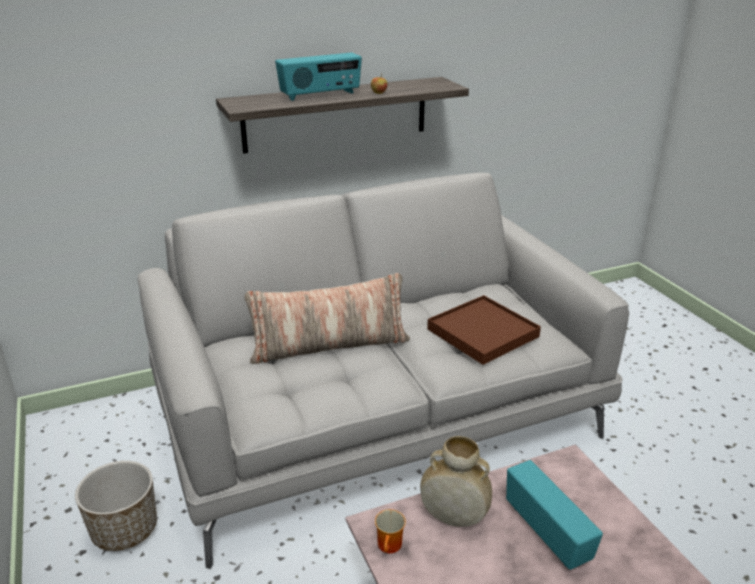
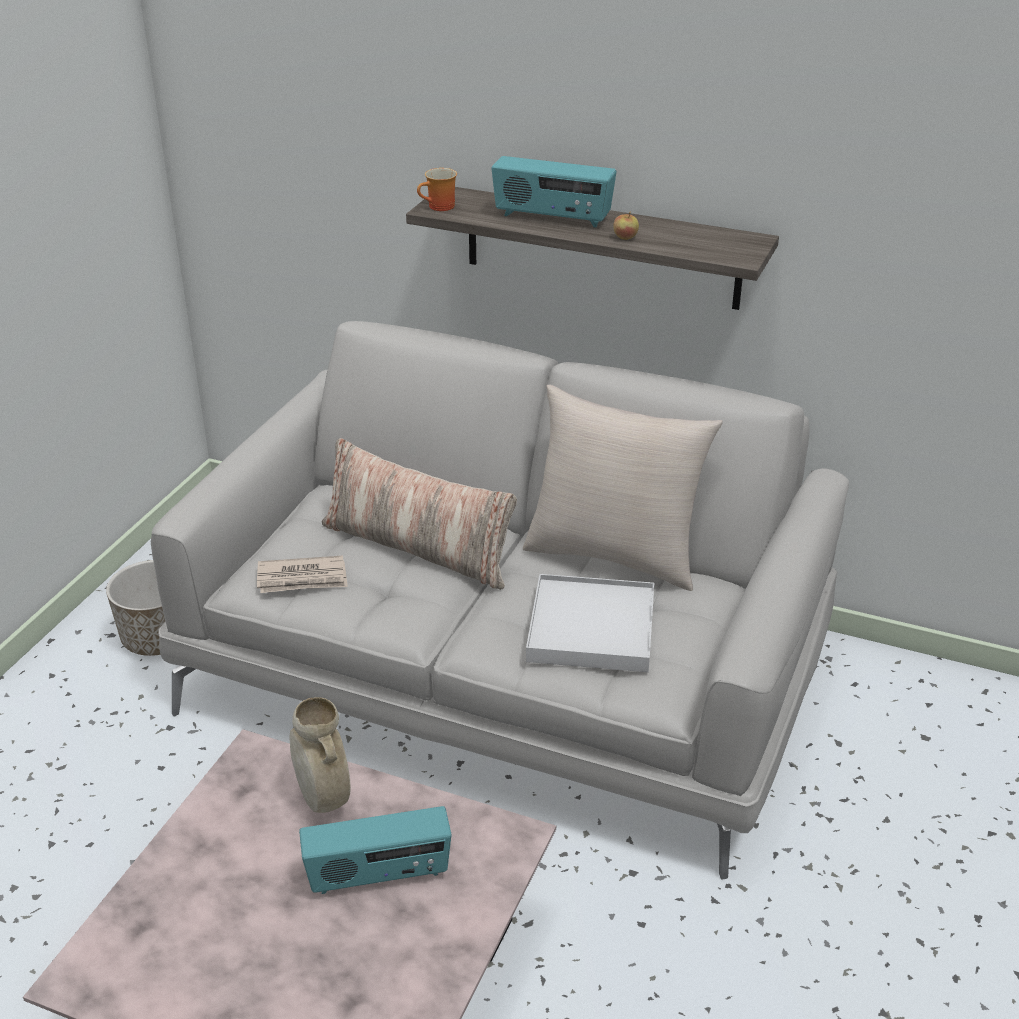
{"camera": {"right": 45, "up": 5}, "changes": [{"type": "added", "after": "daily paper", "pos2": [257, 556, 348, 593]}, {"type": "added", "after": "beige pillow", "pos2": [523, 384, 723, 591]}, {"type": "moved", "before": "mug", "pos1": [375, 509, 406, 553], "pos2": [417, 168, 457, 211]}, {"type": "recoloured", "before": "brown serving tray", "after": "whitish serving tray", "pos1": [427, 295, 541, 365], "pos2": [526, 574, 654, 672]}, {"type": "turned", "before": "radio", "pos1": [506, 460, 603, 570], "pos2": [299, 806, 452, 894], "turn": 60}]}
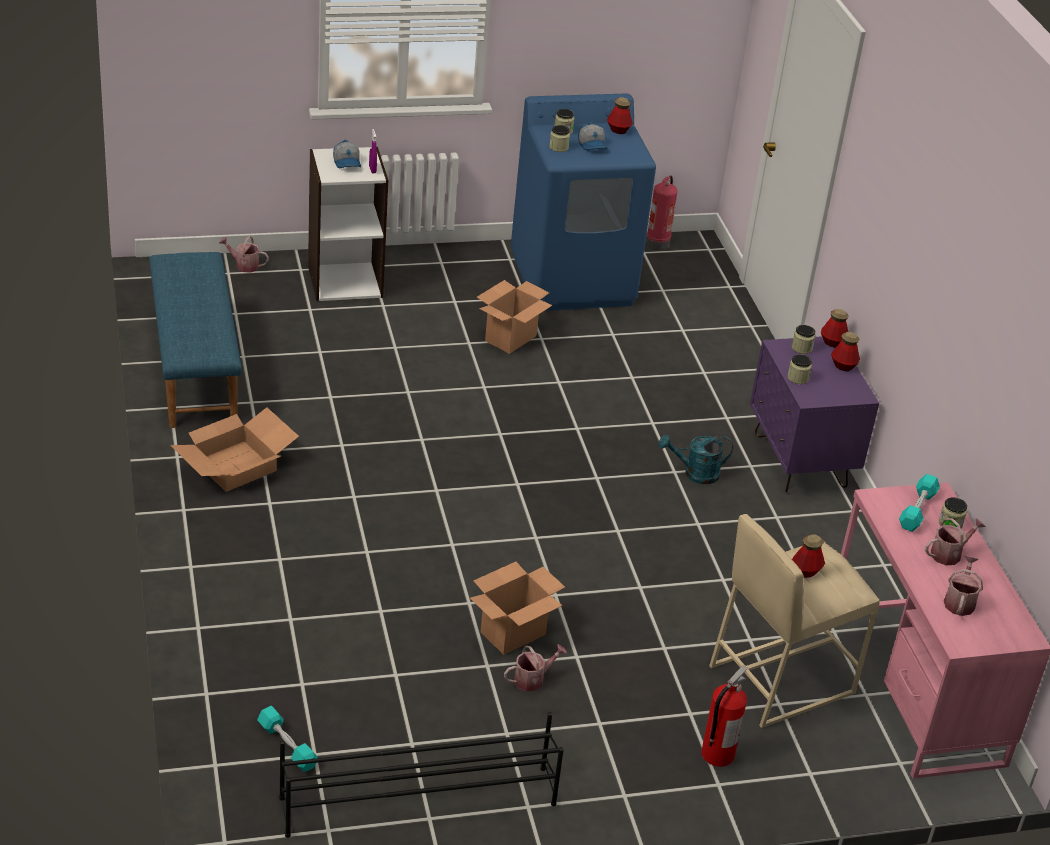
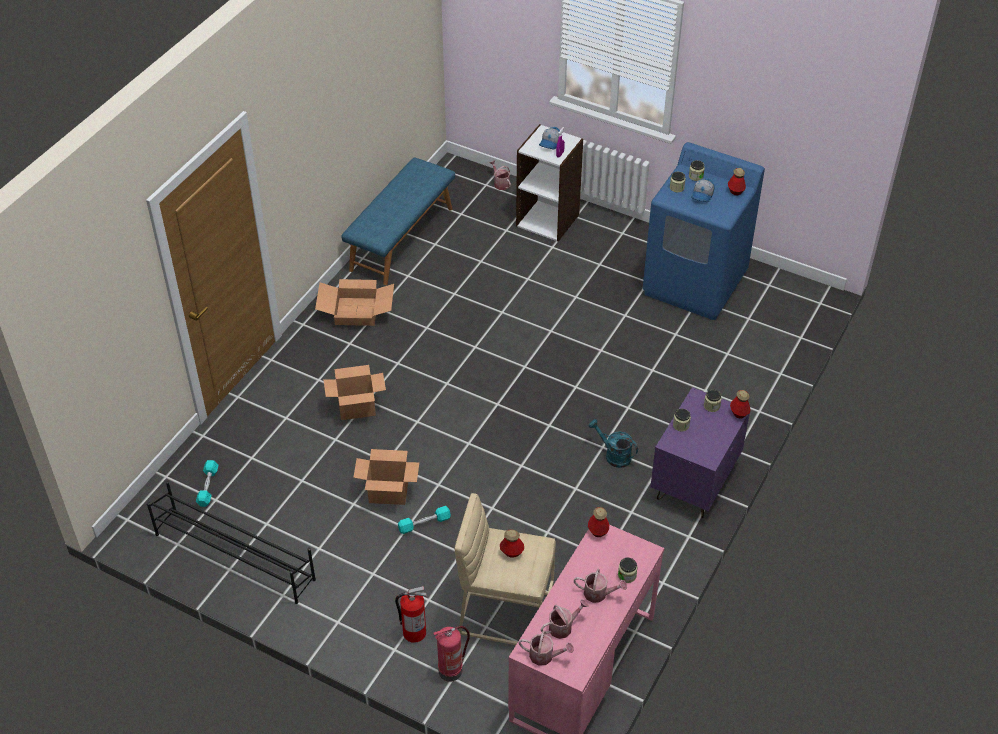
{"camera": {"right": 45, "up": 10}, "changes": [{"type": "moved", "before": "packing box", "pos1": [477, 280, 552, 354], "pos2": [323, 365, 386, 420]}, {"type": "moved", "before": "sprinkling can", "pos1": [504, 644, 567, 691], "pos2": [519, 630, 574, 666]}, {"type": "moved", "before": "extinguisher", "pos1": [646, 175, 678, 250], "pos2": [433, 626, 470, 682]}, {"type": "moved", "before": "drink bottle", "pos1": [831, 332, 860, 371], "pos2": [588, 507, 609, 537]}, {"type": "moved", "before": "blue-green dumbbell", "pos1": [899, 474, 940, 532], "pos2": [398, 506, 451, 534]}]}
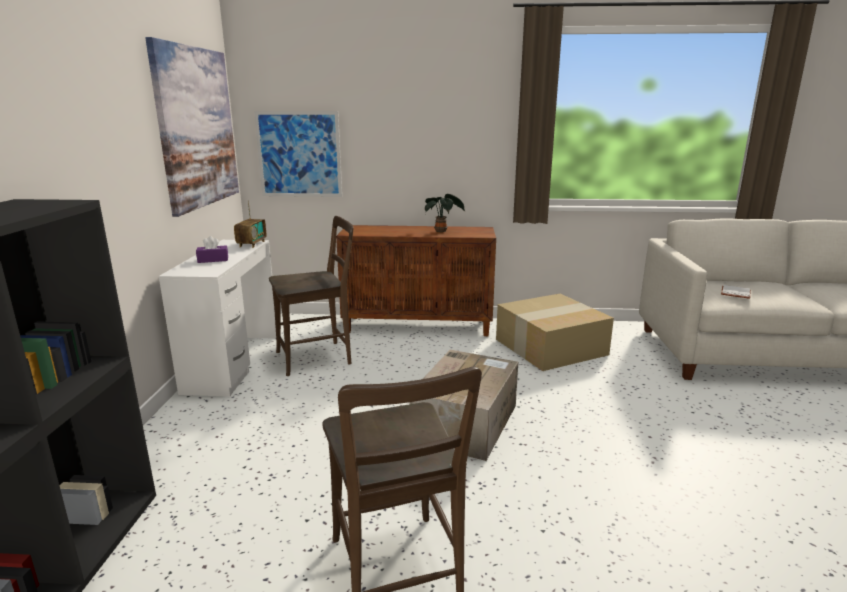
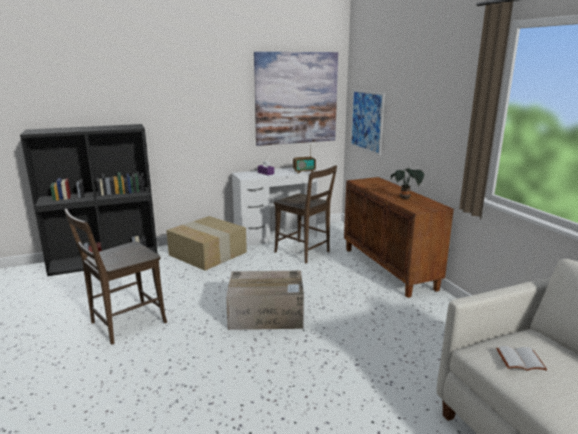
{"camera": {"right": 65, "up": 0}, "changes": [{"type": "moved", "before": "packing box", "pos1": [496, 294, 614, 371], "pos2": [166, 216, 247, 271]}]}
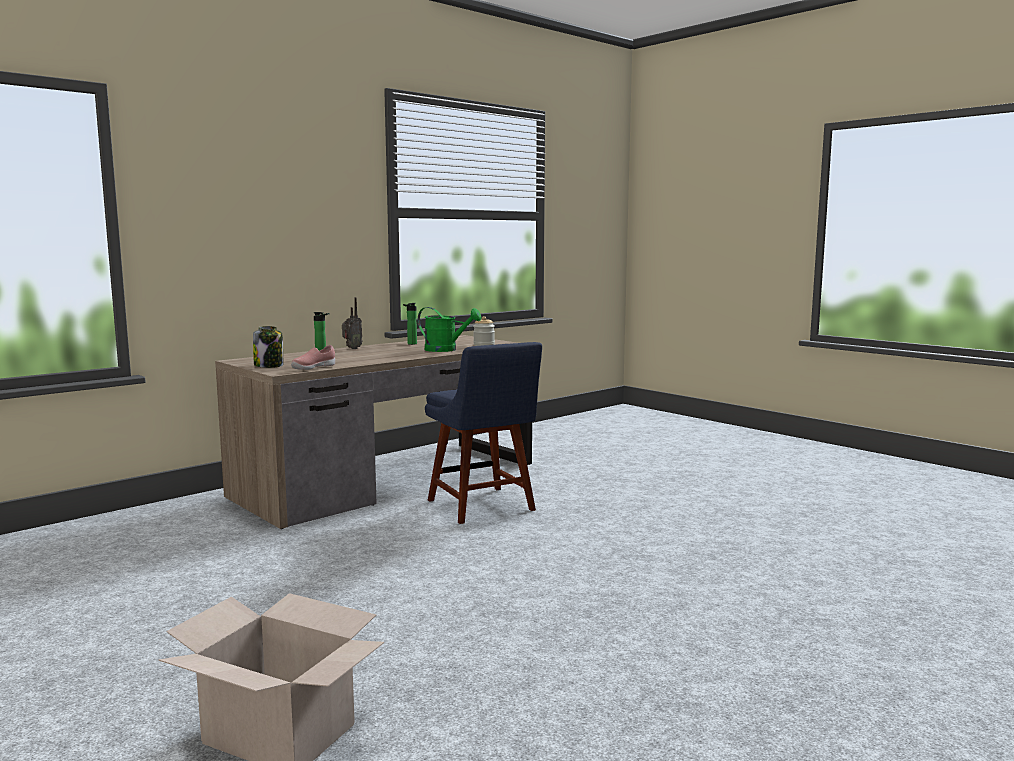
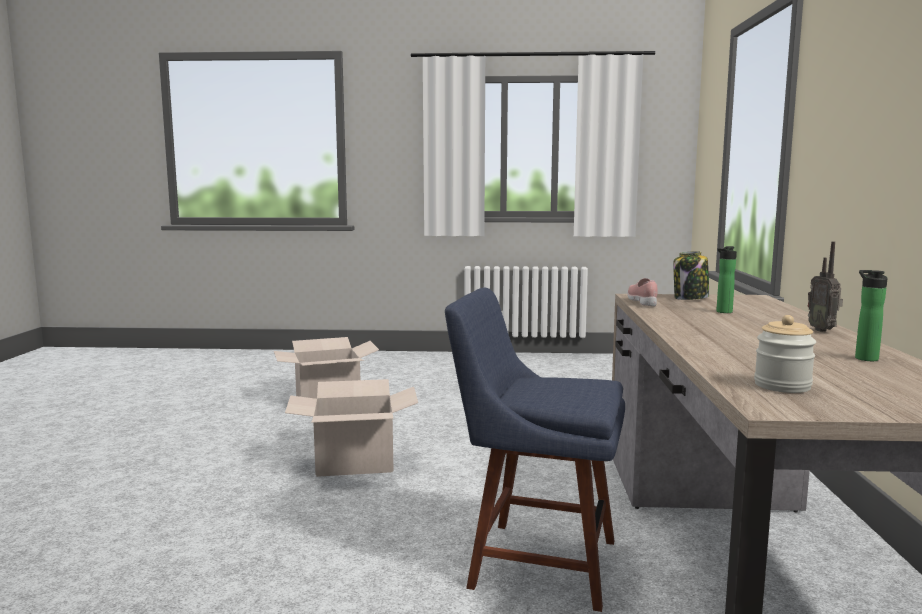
{"camera": {"right": 135, "up": 0}, "changes": [{"type": "removed", "before": "green-coloured sprinkling can", "pos1": [418, 307, 482, 352]}, {"type": "added", "after": "packing box", "pos2": [285, 379, 418, 477]}]}
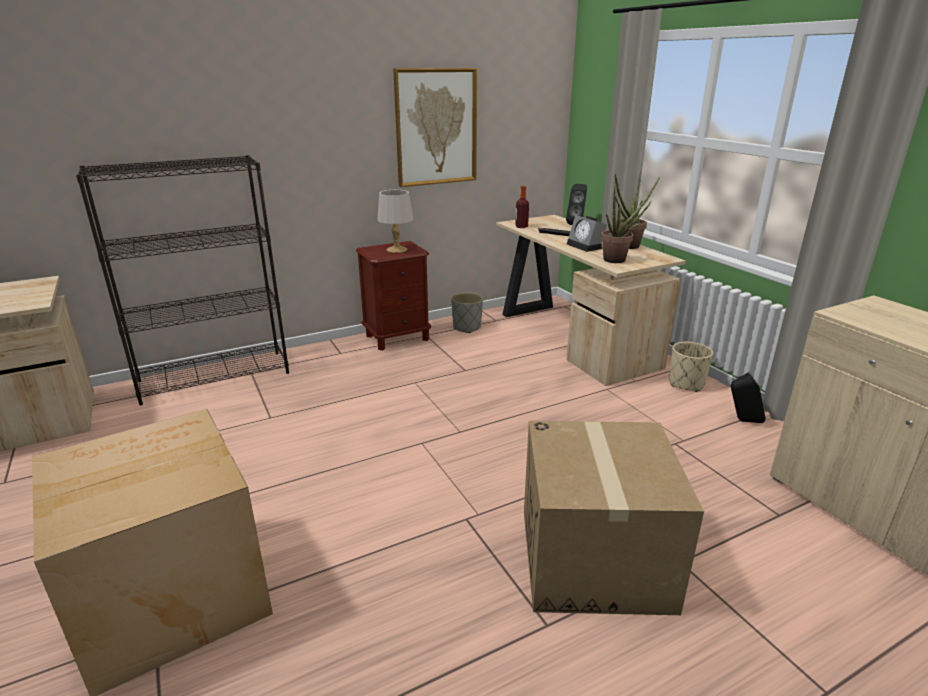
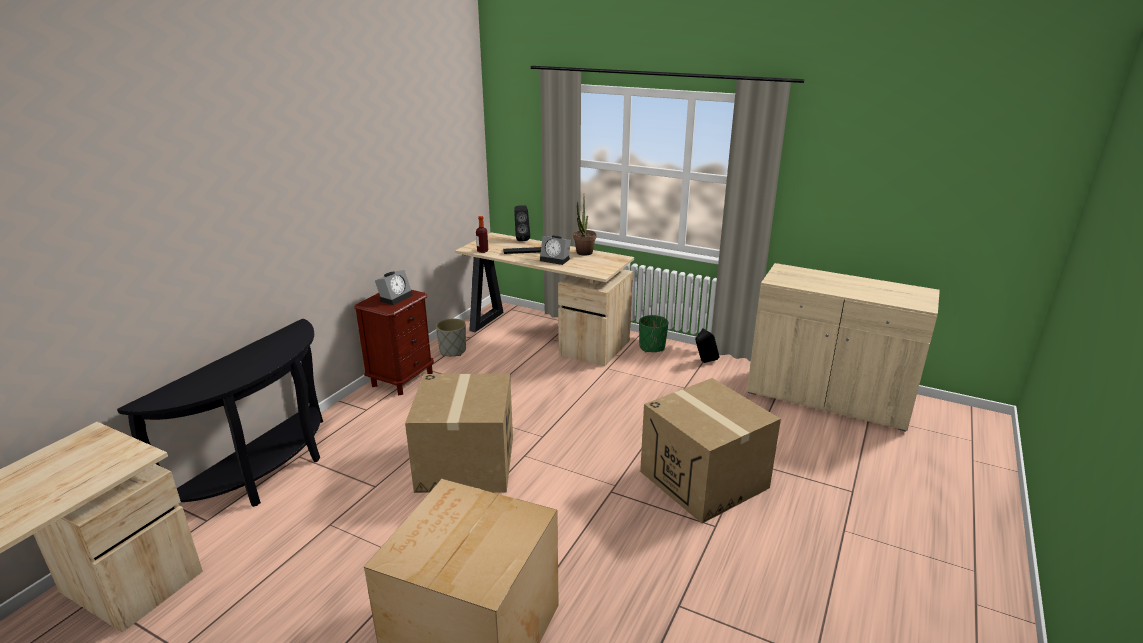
{"camera": {"right": -35, "up": 0}, "changes": [{"type": "removed", "before": "picture", "pos1": [393, 68, 477, 187]}, {"type": "removed", "before": "potted plant", "pos1": [601, 177, 660, 263]}, {"type": "added", "after": "packing box", "pos2": [405, 374, 513, 493]}, {"type": "replaced", "before": "black bookcase", "after": "black hall table", "pos1": [76, 155, 289, 405], "pos2": [117, 319, 323, 507]}, {"type": "replaced", "before": "gray lamp for a table", "after": "alarm clock", "pos1": [377, 190, 413, 253], "pos2": [375, 270, 413, 305]}, {"type": "recoloured", "before": "beige planter", "after": "green-coloured planter", "pos1": [669, 342, 713, 392], "pos2": [639, 315, 668, 352]}]}
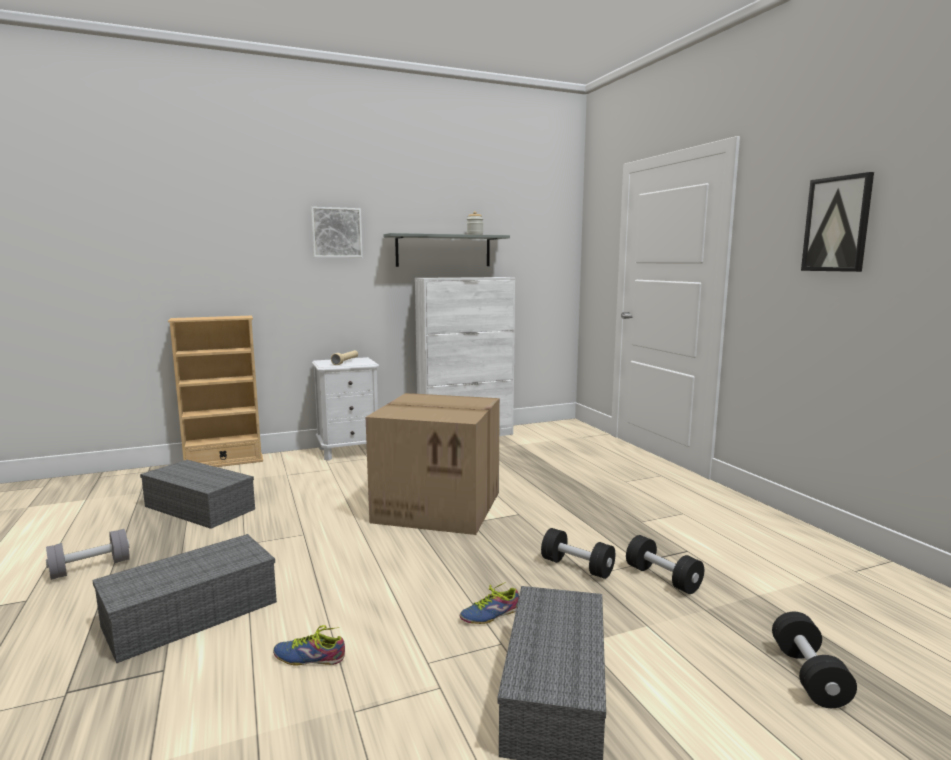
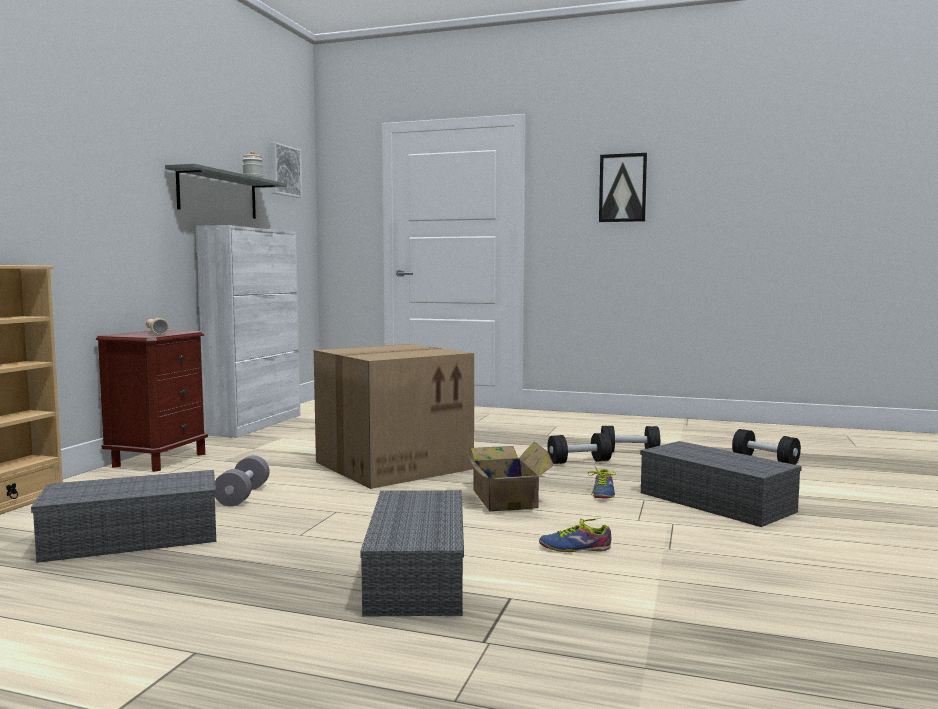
{"camera": {"right": -50, "up": -5}, "changes": [{"type": "added", "after": "packing box", "pos2": [458, 441, 554, 511]}, {"type": "moved", "before": "gray dumbbell", "pos1": [46, 529, 130, 580], "pos2": [215, 455, 270, 507]}, {"type": "moved", "before": "picture", "pos1": [311, 207, 363, 257], "pos2": [270, 142, 302, 198]}, {"type": "recoloured", "before": "whitish night table", "after": "brown night table", "pos1": [312, 357, 379, 460], "pos2": [96, 330, 208, 472]}, {"type": "turned", "before": "item of footwear", "pos1": [273, 625, 345, 666], "pos2": [539, 518, 611, 552], "turn": 45}]}
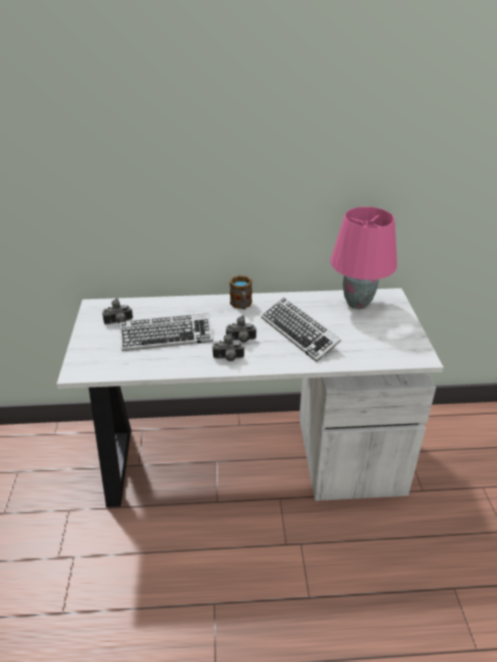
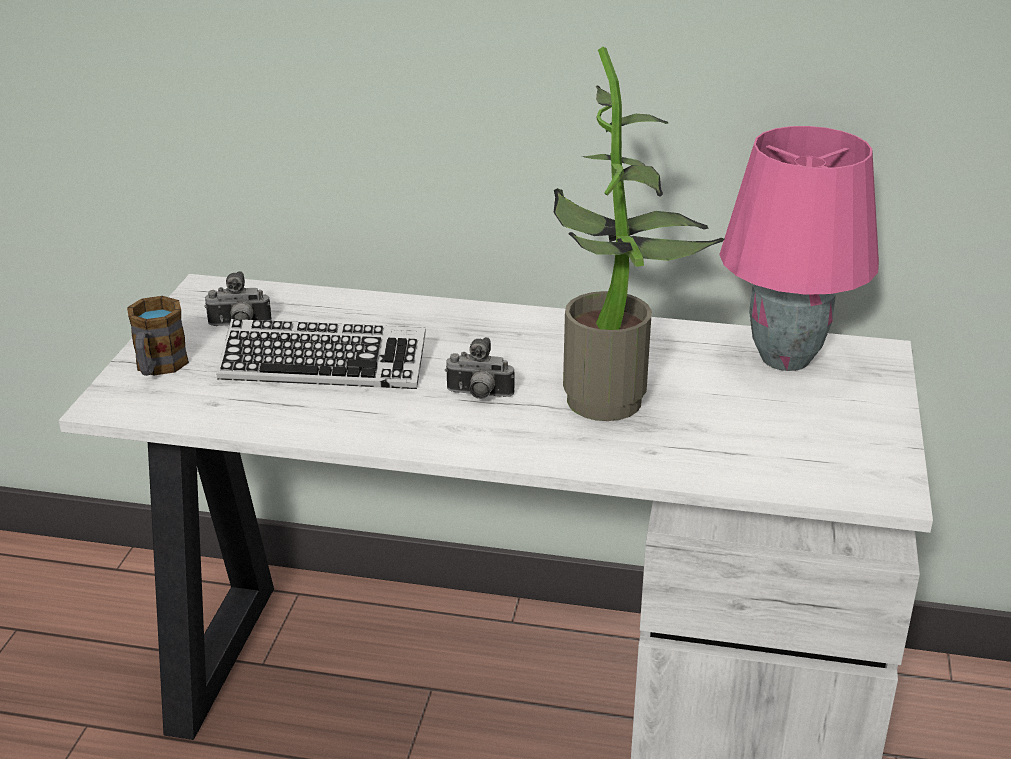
{"camera": {"right": 15, "up": -5}, "changes": [{"type": "removed", "before": "photo camera", "pos1": [212, 333, 245, 361]}, {"type": "moved", "before": "mug", "pos1": [230, 275, 252, 309], "pos2": [127, 296, 189, 376]}, {"type": "replaced", "before": "PC keyboard", "after": "potted plant", "pos1": [261, 298, 341, 362], "pos2": [554, 47, 724, 421]}]}
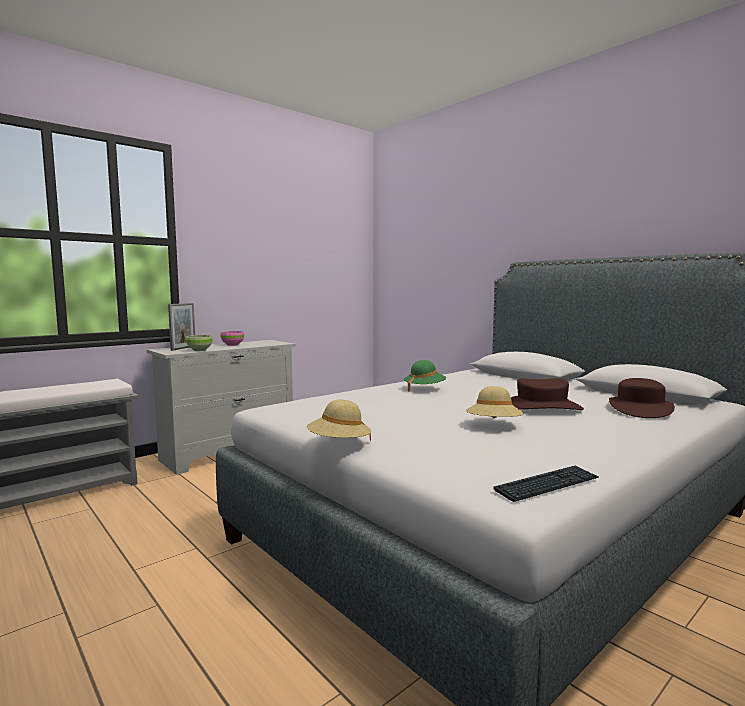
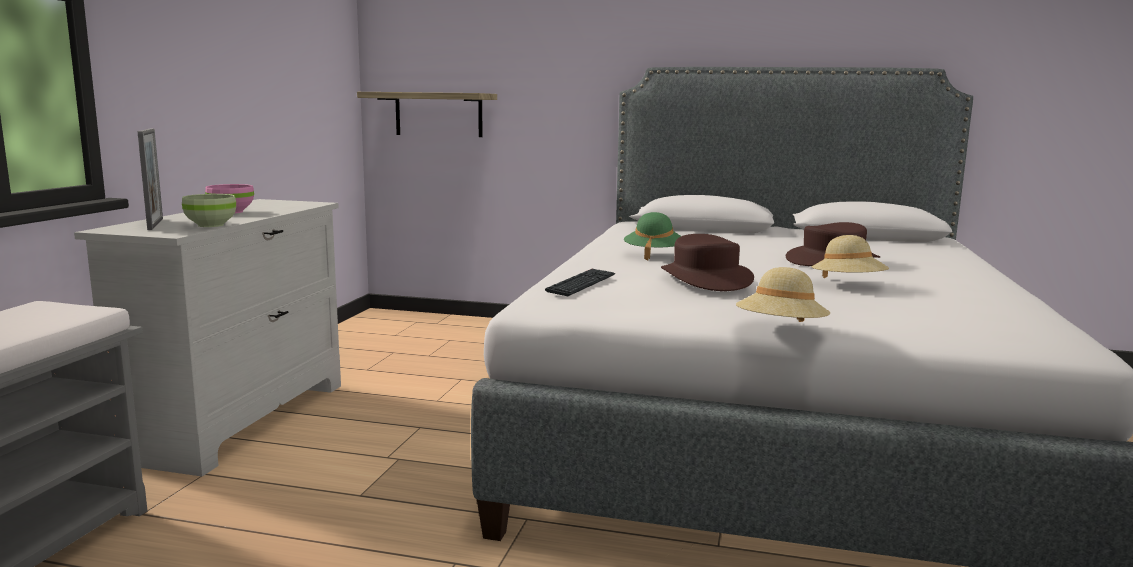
{"camera": {"right": -35, "up": 5}, "changes": [{"type": "added", "after": "shelf", "pos2": [357, 92, 497, 137]}, {"type": "moved", "before": "PC keyboard", "pos1": [493, 465, 599, 502], "pos2": [545, 269, 615, 296]}, {"type": "moved", "before": "brown clothing hat", "pos1": [609, 378, 675, 418], "pos2": [661, 234, 754, 291]}]}
